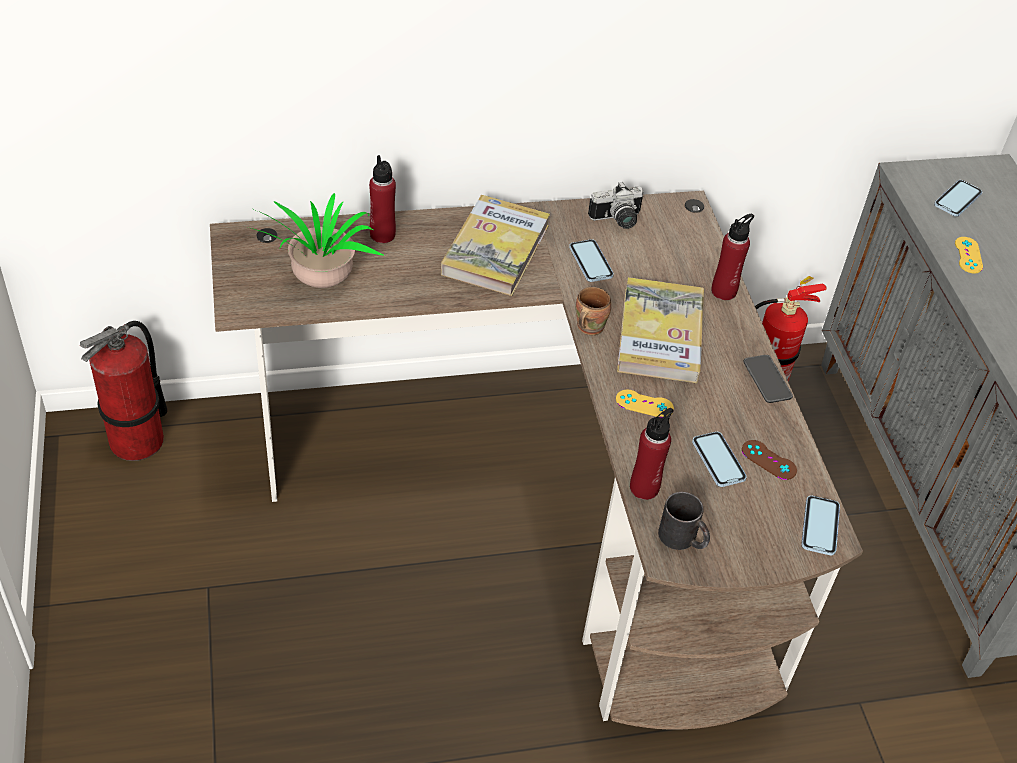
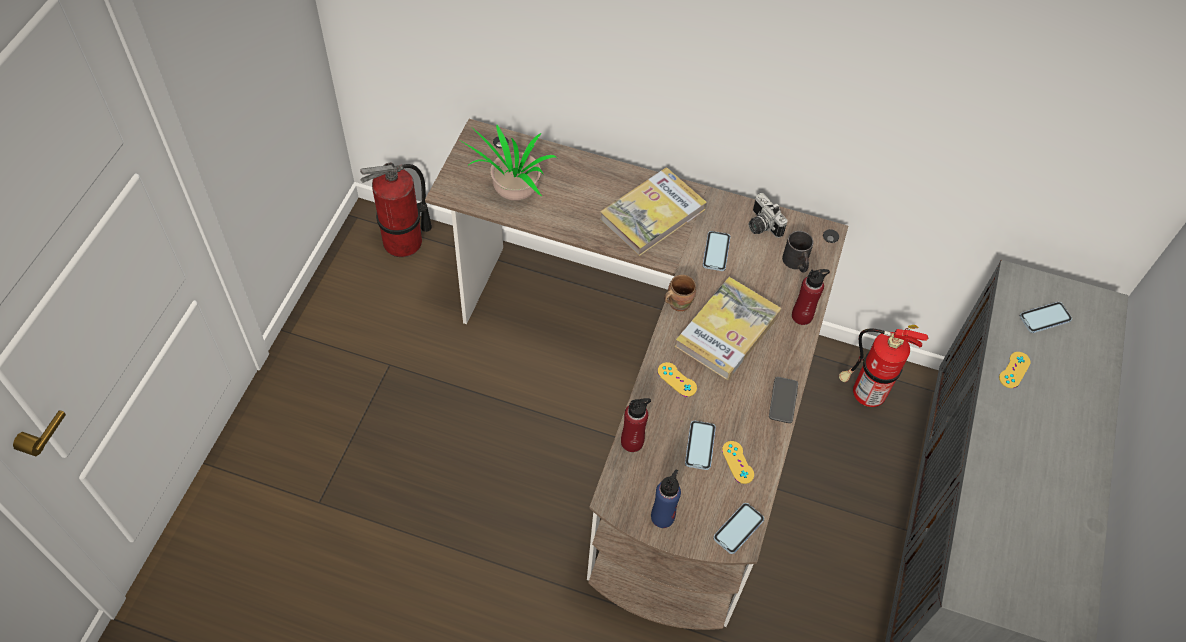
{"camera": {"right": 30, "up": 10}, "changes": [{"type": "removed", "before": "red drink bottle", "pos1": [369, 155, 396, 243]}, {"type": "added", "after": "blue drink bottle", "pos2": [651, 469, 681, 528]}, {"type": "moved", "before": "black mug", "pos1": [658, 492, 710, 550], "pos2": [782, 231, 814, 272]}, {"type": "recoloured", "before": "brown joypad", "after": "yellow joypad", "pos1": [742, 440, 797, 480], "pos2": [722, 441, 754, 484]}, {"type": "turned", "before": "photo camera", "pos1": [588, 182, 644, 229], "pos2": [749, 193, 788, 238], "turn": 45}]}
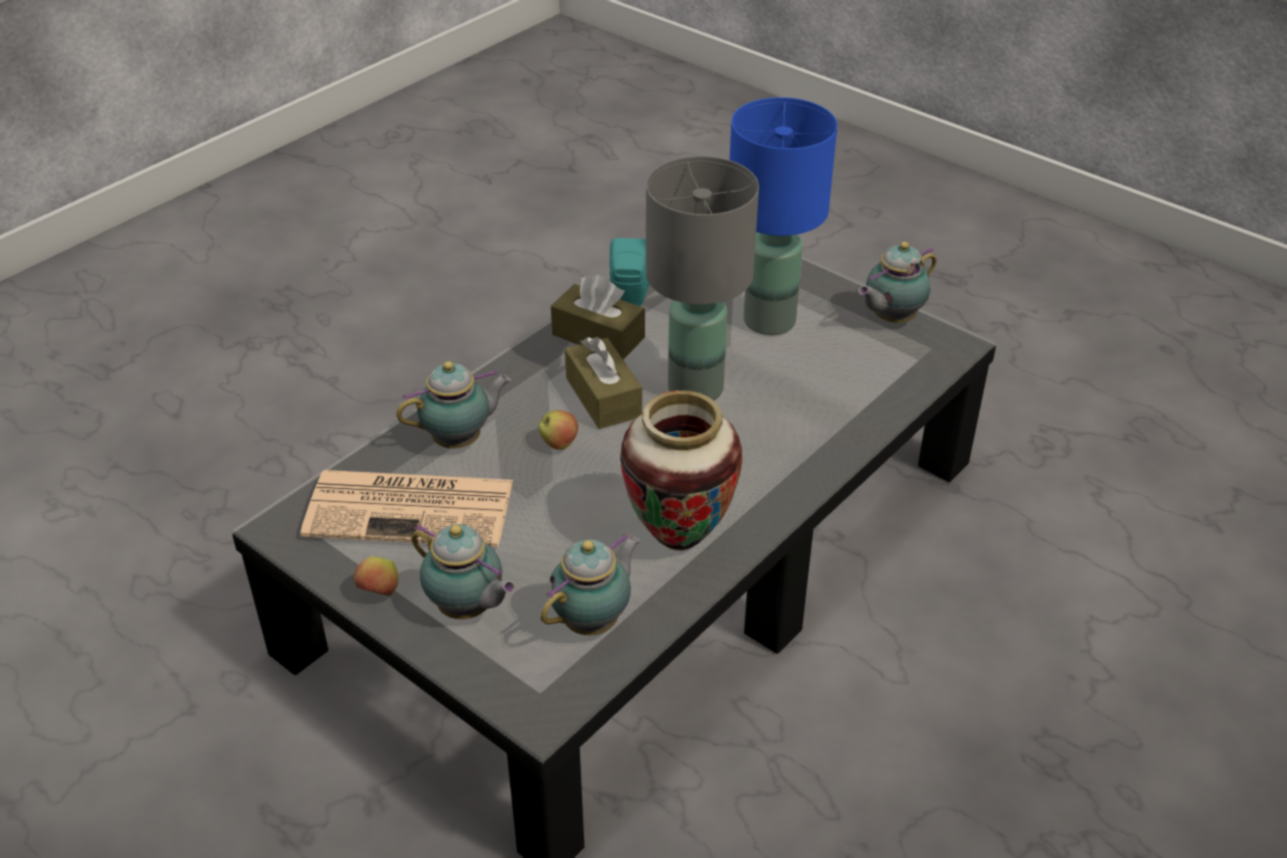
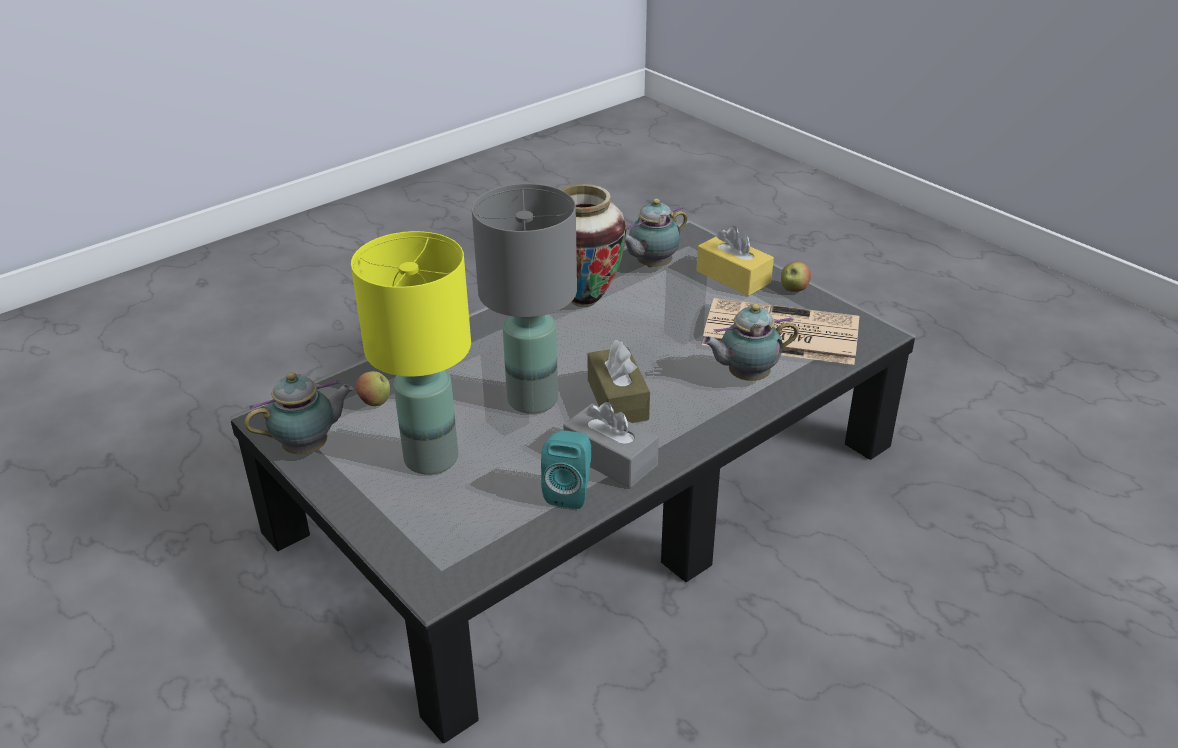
{"camera": {"right": -170, "up": -5}, "changes": [{"type": "moved", "before": "apple", "pos1": [538, 410, 578, 450], "pos2": [356, 371, 390, 406]}, {"type": "replaced", "before": "teapot", "after": "yellow tissue box", "pos1": [411, 524, 516, 619], "pos2": [696, 226, 774, 296]}, {"type": "recoloured", "before": "brown tissue box", "after": "gray tissue box", "pos1": [551, 275, 645, 360], "pos2": [563, 402, 659, 488]}, {"type": "recoloured", "before": "blue lamp for a table", "after": "yellow lamp for a table", "pos1": [730, 97, 837, 335], "pos2": [351, 231, 471, 475]}]}
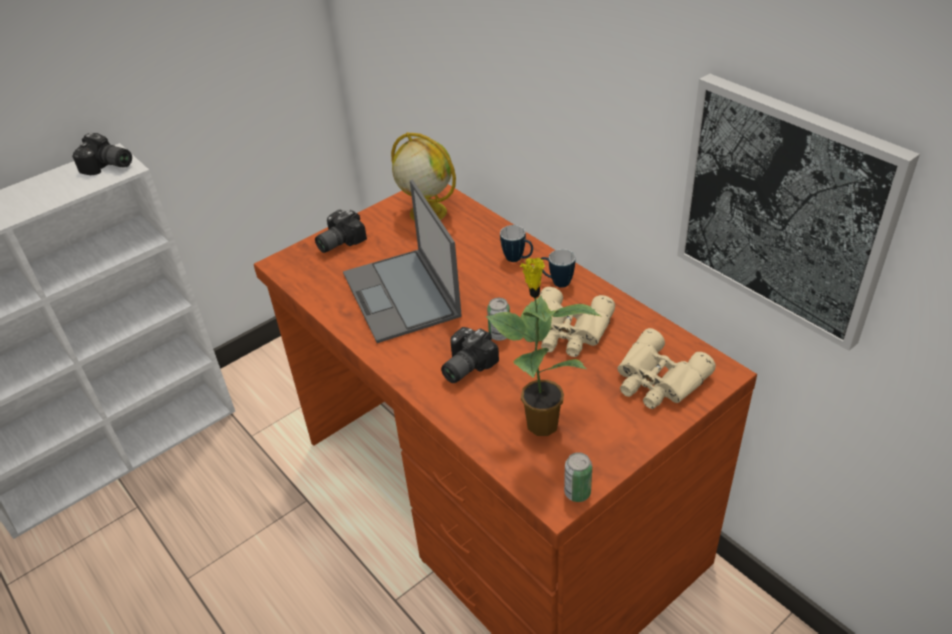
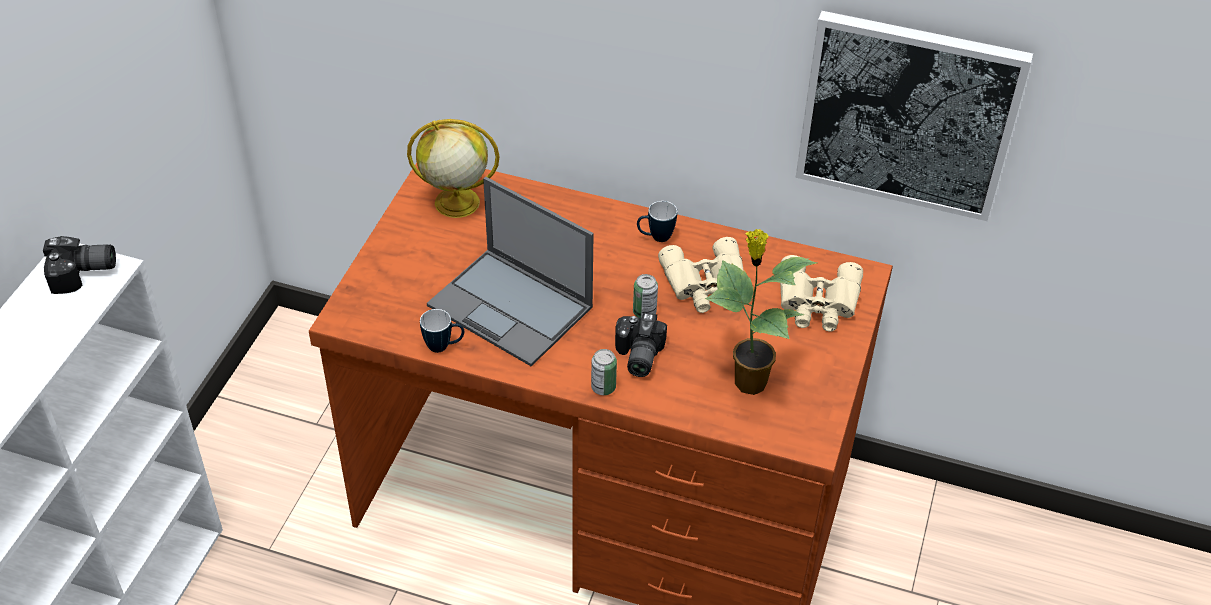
{"camera": {"right": -35, "up": 5}, "changes": [{"type": "removed", "before": "photo camera", "pos1": [315, 210, 367, 253]}, {"type": "moved", "before": "mug", "pos1": [500, 225, 533, 262], "pos2": [420, 309, 464, 353]}, {"type": "moved", "before": "sealed can", "pos1": [564, 452, 592, 502], "pos2": [591, 349, 617, 395]}]}
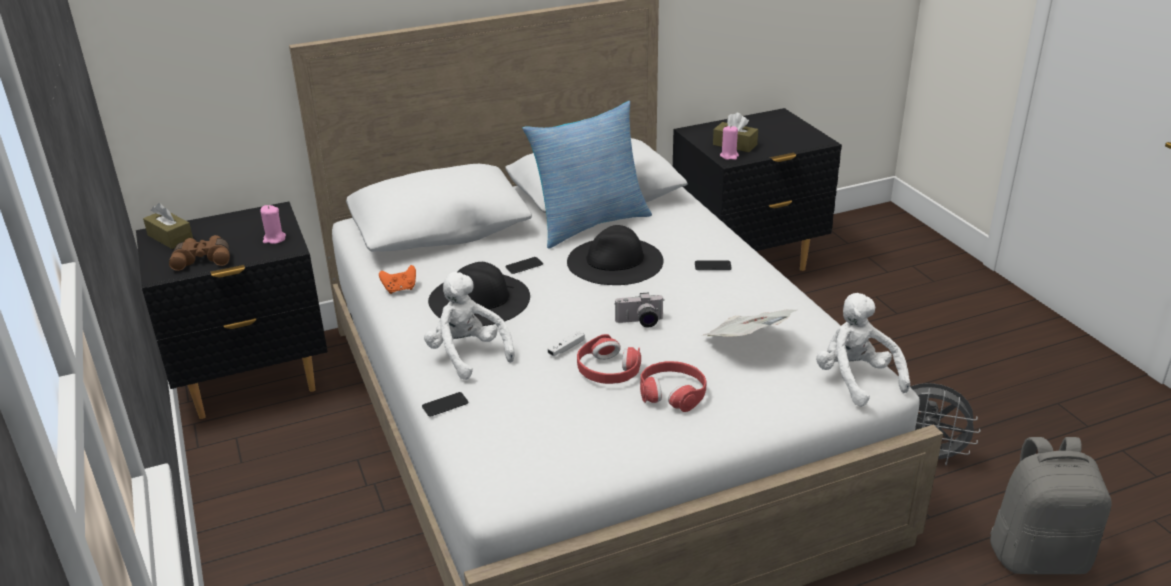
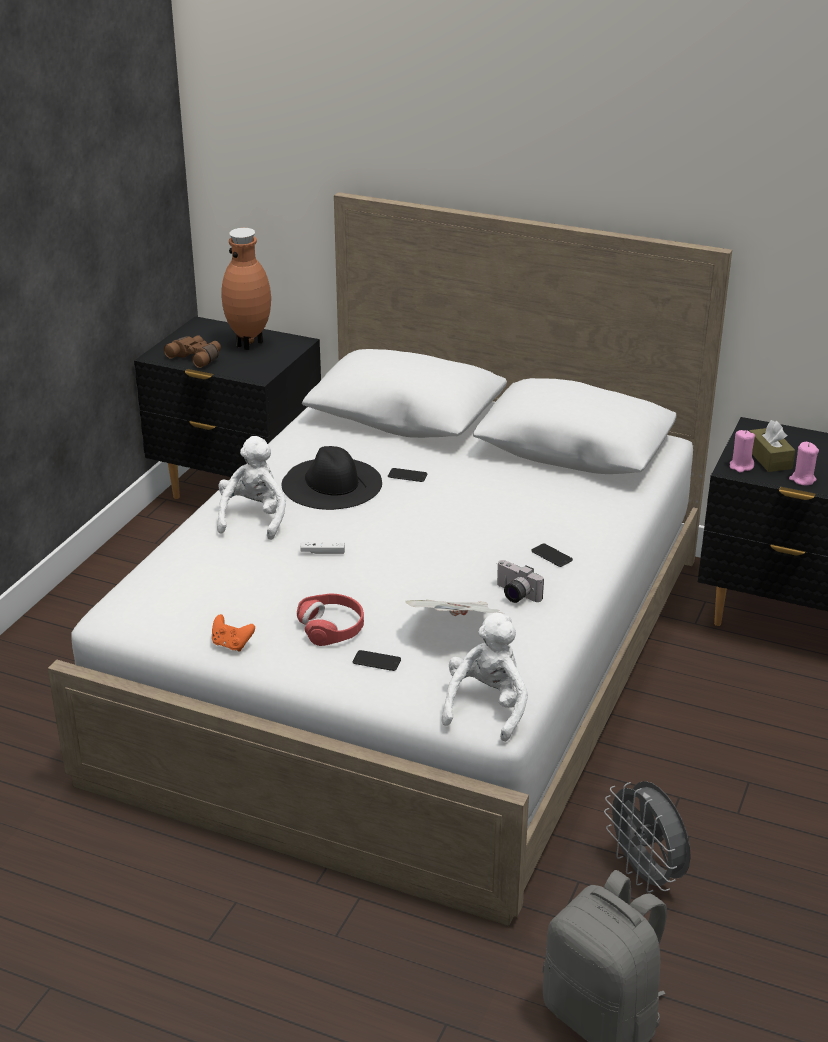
{"camera": {"right": 45, "up": 0}, "changes": [{"type": "removed", "before": "brown tissue box", "pos1": [143, 203, 193, 249]}, {"type": "removed", "before": "pillow", "pos1": [522, 101, 652, 249]}, {"type": "removed", "before": "black clothing hat", "pos1": [567, 225, 664, 285]}, {"type": "removed", "before": "red headphones", "pos1": [577, 334, 641, 384]}, {"type": "added", "after": "brown decorative vase", "pos2": [221, 228, 271, 350]}, {"type": "moved", "before": "pinkish wax light", "pos1": [261, 205, 286, 244], "pos2": [789, 442, 819, 485]}, {"type": "moved", "before": "orangey joypad", "pos1": [379, 265, 416, 294], "pos2": [212, 614, 255, 652]}, {"type": "moved", "before": "handset", "pos1": [422, 392, 468, 417], "pos2": [353, 650, 401, 671]}, {"type": "moved", "before": "photo camera", "pos1": [615, 292, 664, 328], "pos2": [497, 560, 544, 603]}]}
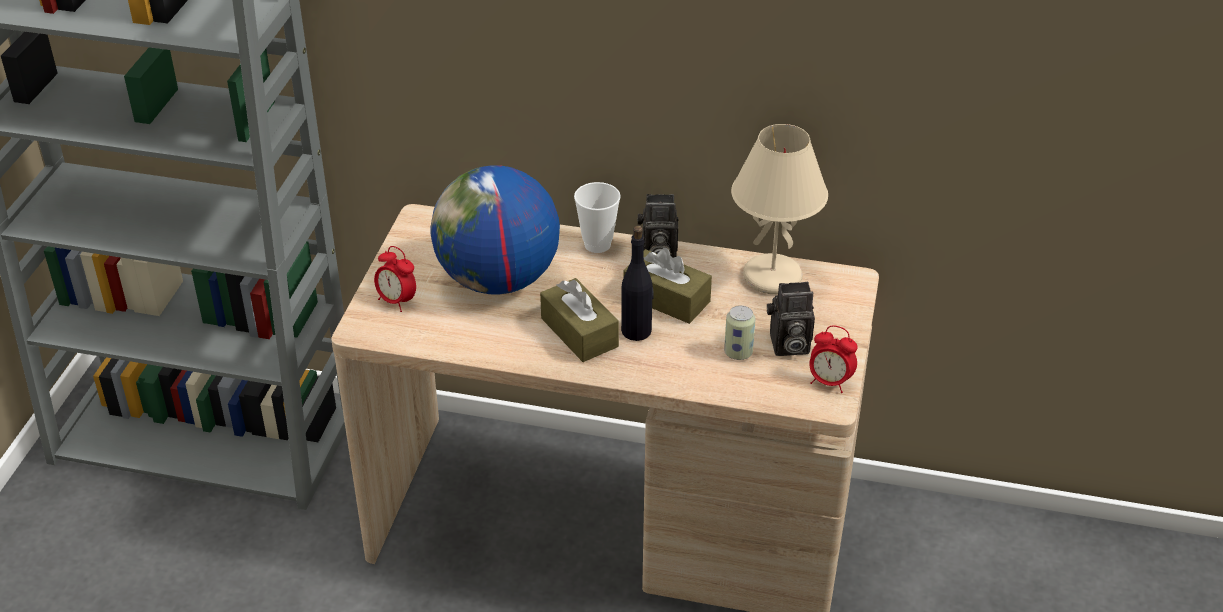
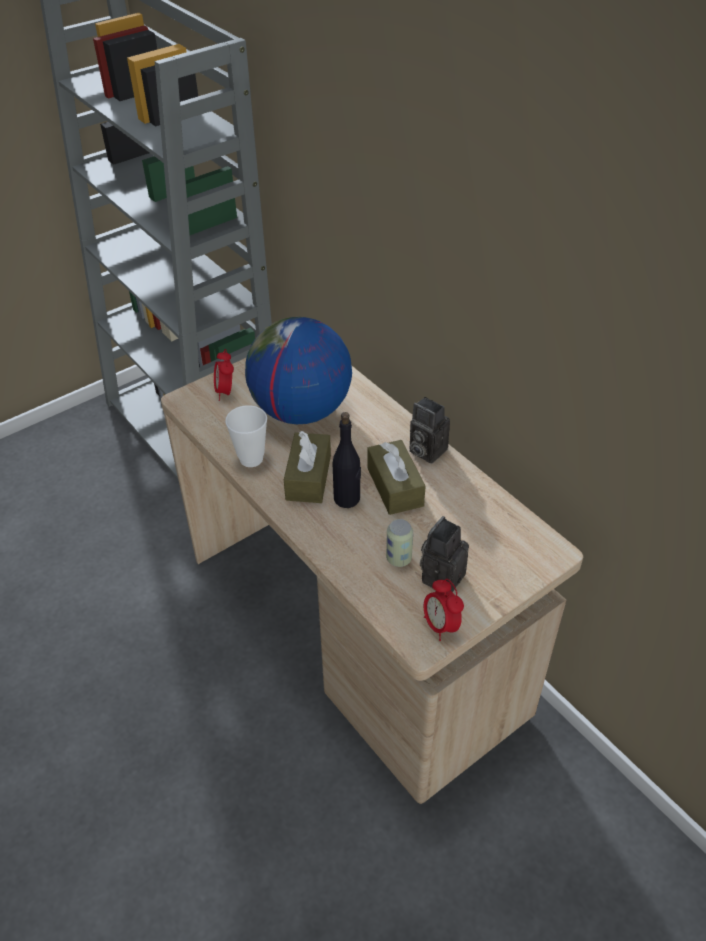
{"camera": {"right": 40, "up": 5}, "changes": [{"type": "removed", "before": "beige lamp for a table", "pos1": [731, 124, 828, 294]}, {"type": "moved", "before": "small cup", "pos1": [574, 182, 621, 253], "pos2": [225, 405, 267, 467]}, {"type": "turned", "before": "photo camera", "pos1": [767, 281, 815, 356], "pos2": [420, 516, 469, 592], "turn": 90}]}
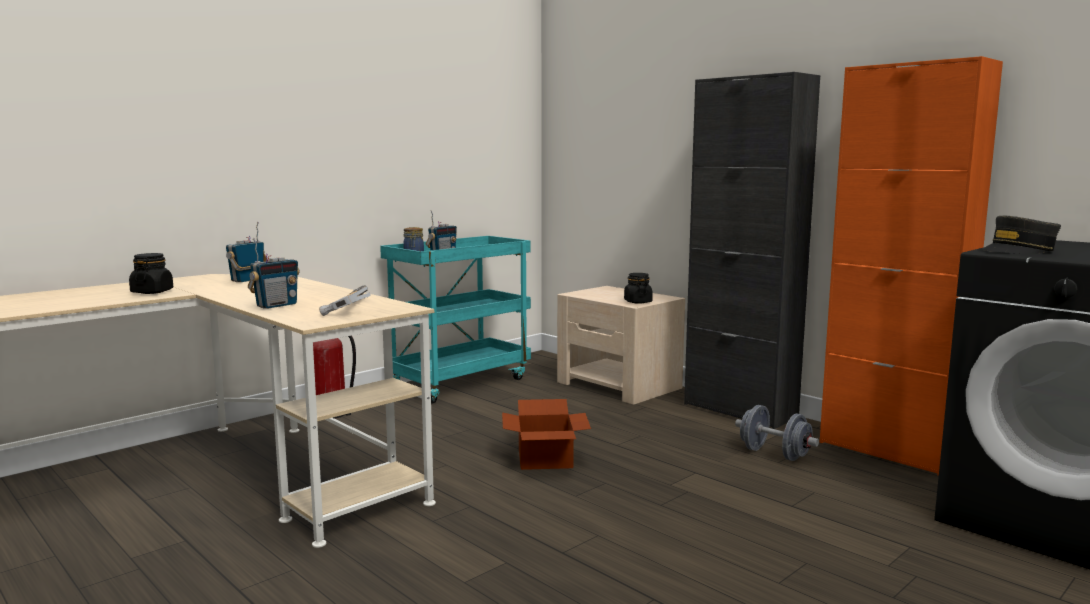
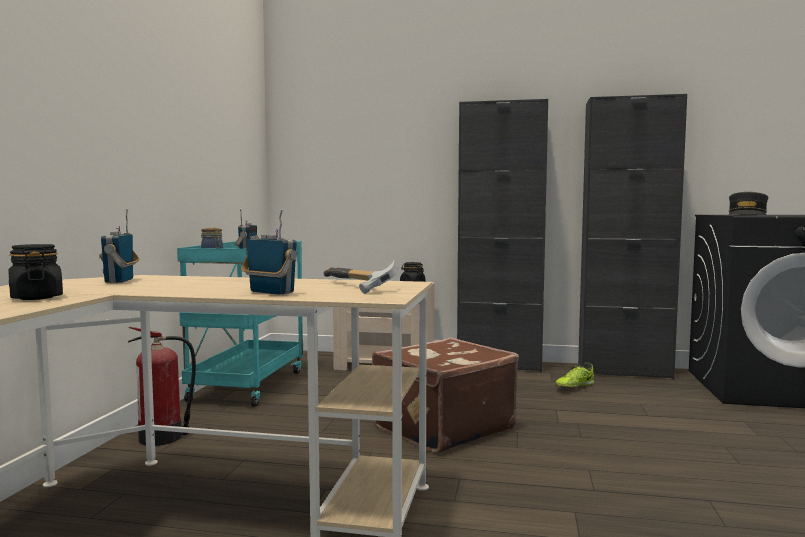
{"camera": {"right": -35, "up": -5}, "changes": [{"type": "replaced", "before": "packing box", "after": "brown travel case", "pos1": [502, 399, 591, 470], "pos2": [372, 337, 519, 453]}, {"type": "replaced", "before": "gray dumbbell", "after": "item of footwear", "pos1": [735, 405, 819, 461], "pos2": [555, 362, 594, 389]}, {"type": "recoloured", "before": "orangey cabinet", "after": "black cabinet", "pos1": [819, 56, 1003, 476], "pos2": [578, 94, 687, 379]}, {"type": "turned", "before": "radio", "pos1": [248, 238, 300, 309], "pos2": [241, 209, 297, 295], "turn": -60}]}
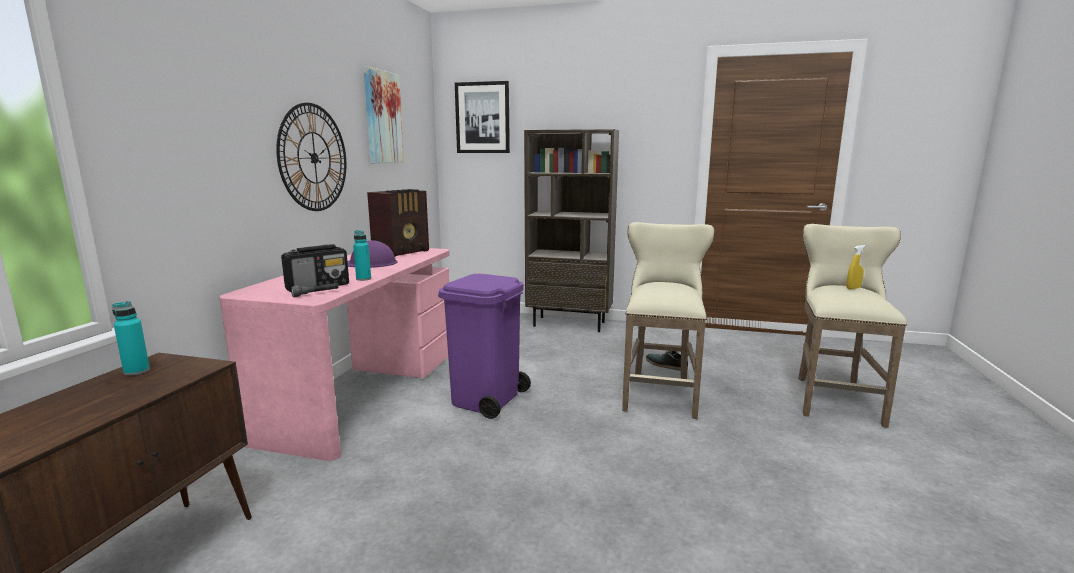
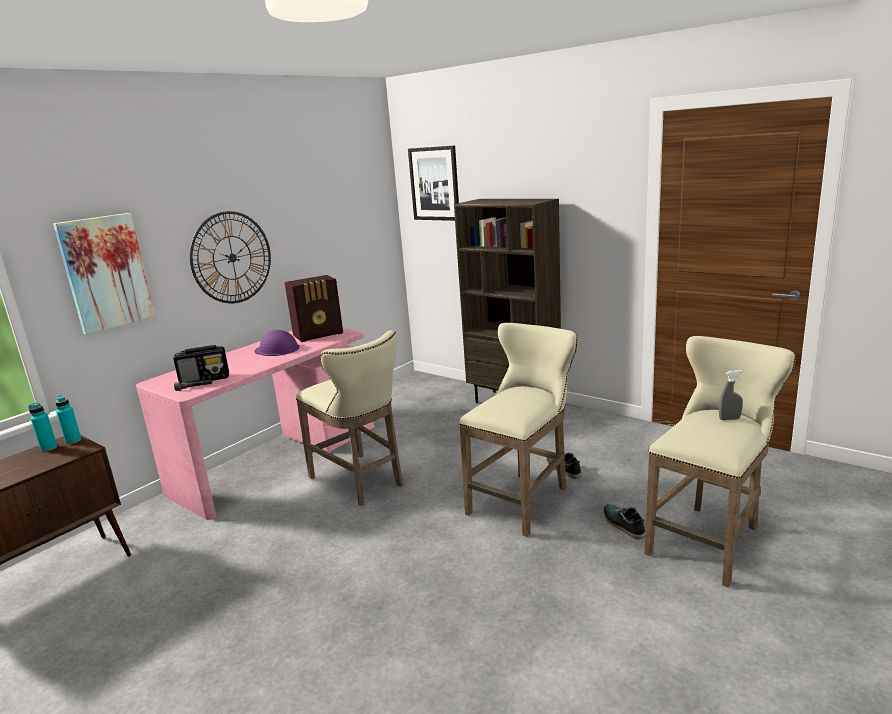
{"camera": {"right": 25, "up": 5}, "changes": [{"type": "added", "after": "item of footwear", "pos2": [603, 504, 645, 539]}, {"type": "moved", "before": "blue-green drink bottle", "pos1": [353, 230, 371, 281], "pos2": [55, 395, 82, 444]}, {"type": "moved", "before": "picture", "pos1": [363, 66, 404, 163], "pos2": [53, 213, 155, 335]}, {"type": "replaced", "before": "purplish trash can", "after": "beige stool seat", "pos1": [438, 274, 531, 419], "pos2": [296, 330, 403, 506]}, {"type": "recoloured", "before": "yellow spray bottle", "after": "gray spray bottle", "pos1": [846, 245, 865, 289], "pos2": [719, 370, 743, 420]}]}
